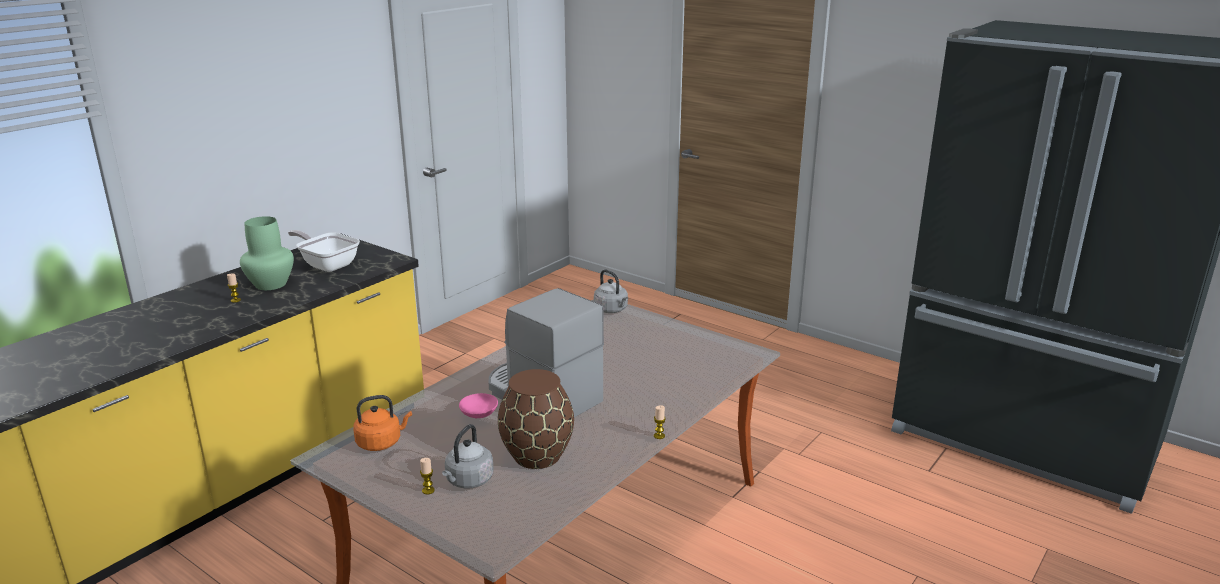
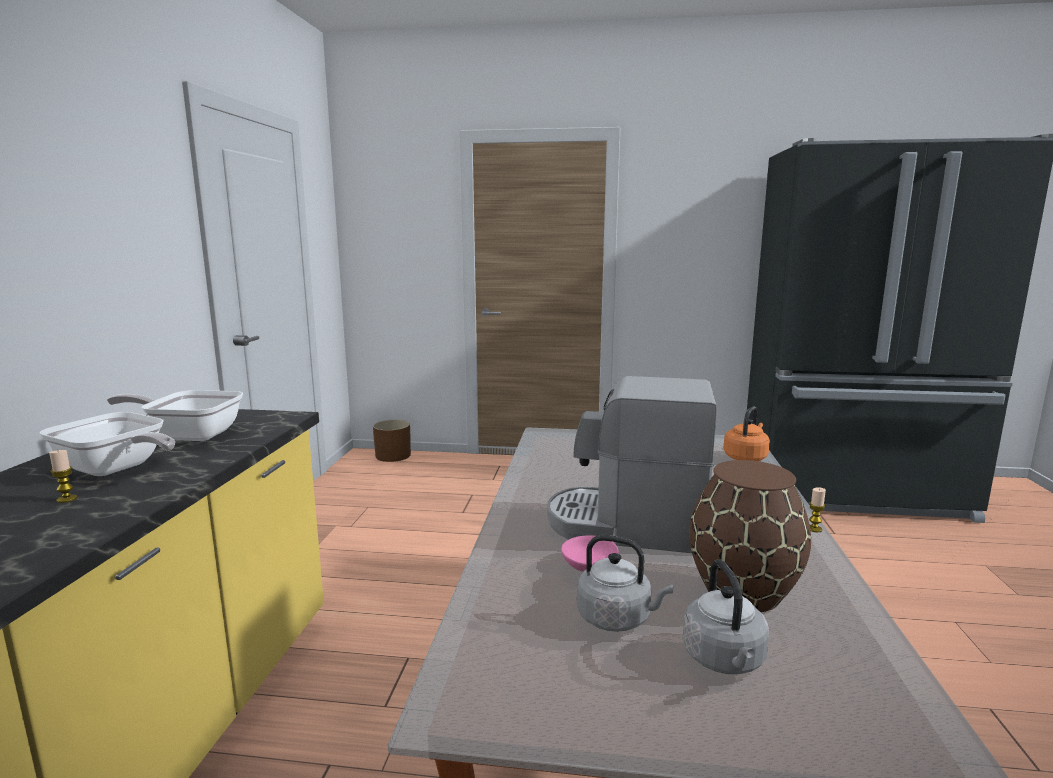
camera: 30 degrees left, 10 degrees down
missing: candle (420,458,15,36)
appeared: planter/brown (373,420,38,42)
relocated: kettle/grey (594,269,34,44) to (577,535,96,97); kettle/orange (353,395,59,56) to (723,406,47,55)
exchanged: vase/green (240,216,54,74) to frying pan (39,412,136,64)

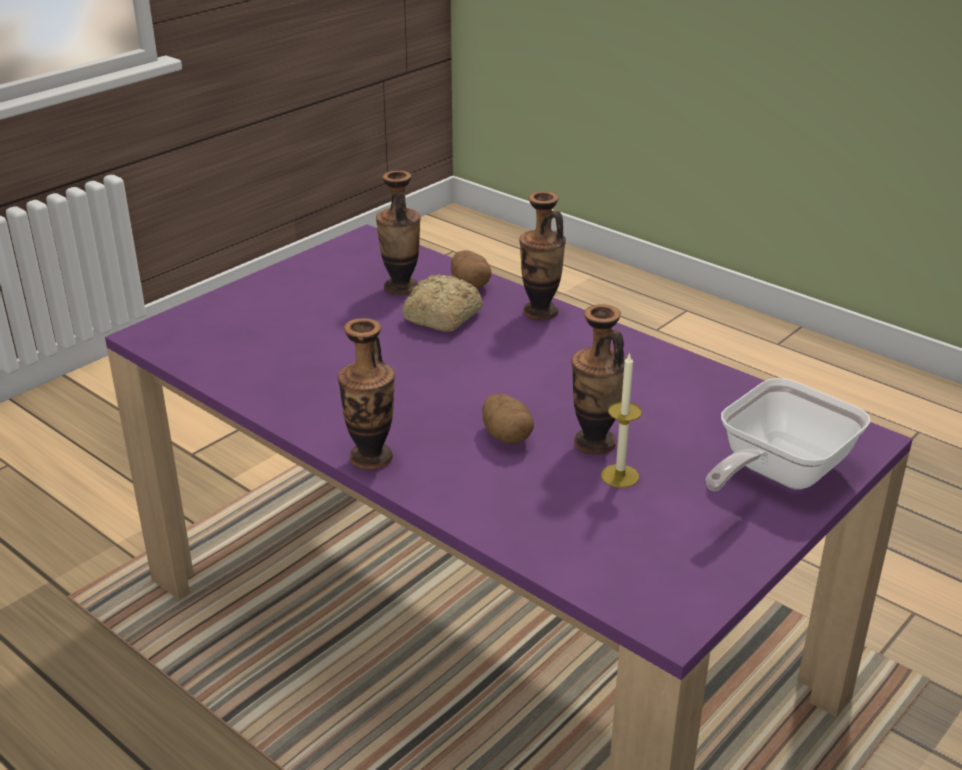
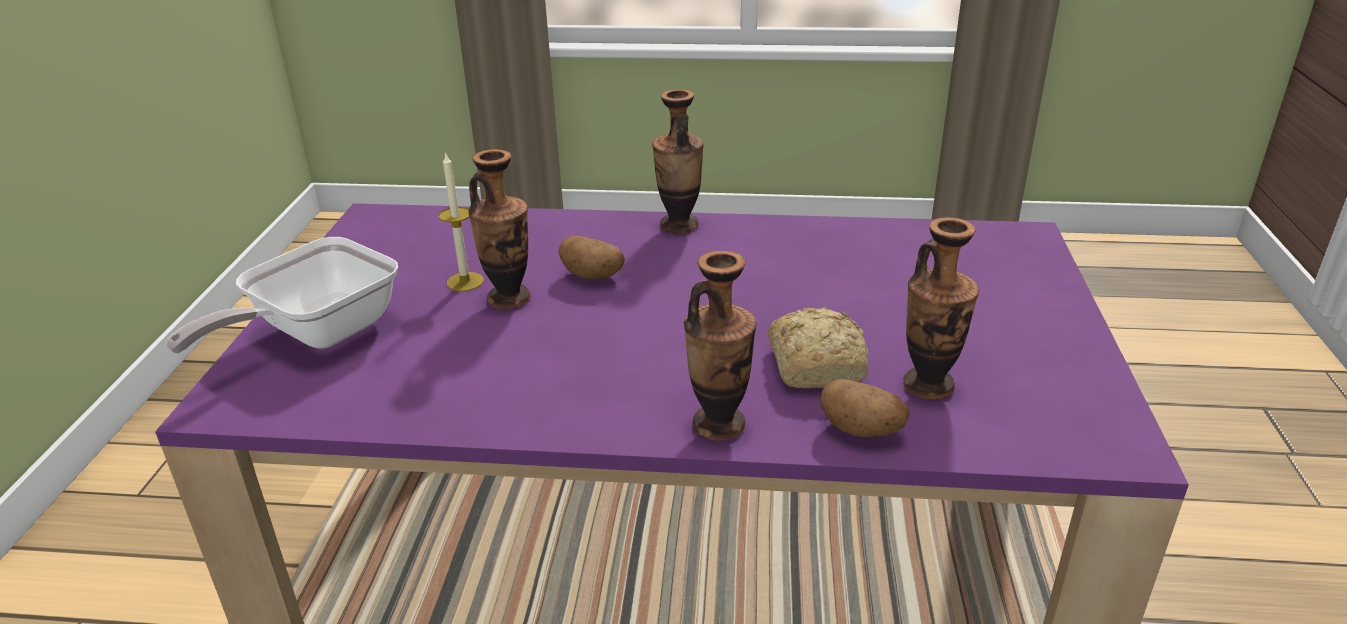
camera: 145 degrees right, 0 degrees up
spun: frying pan (706,378,164,113) = (166,237,232,117) 150 degrees counterclockwise

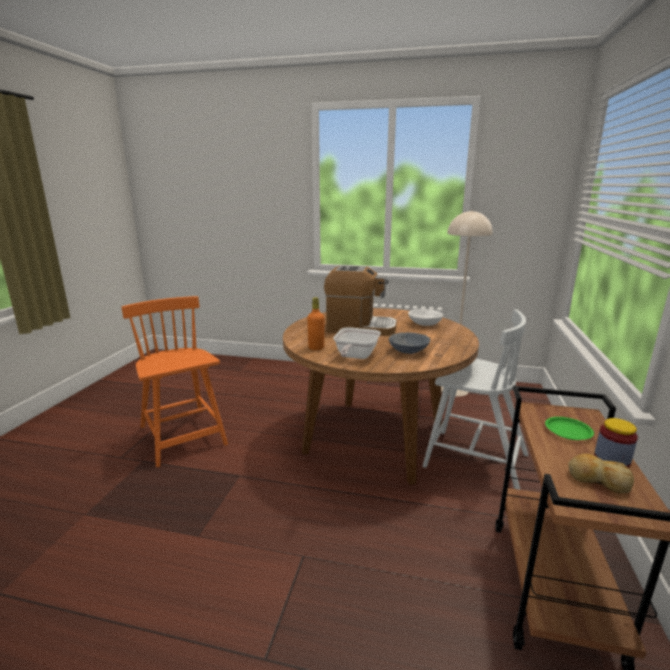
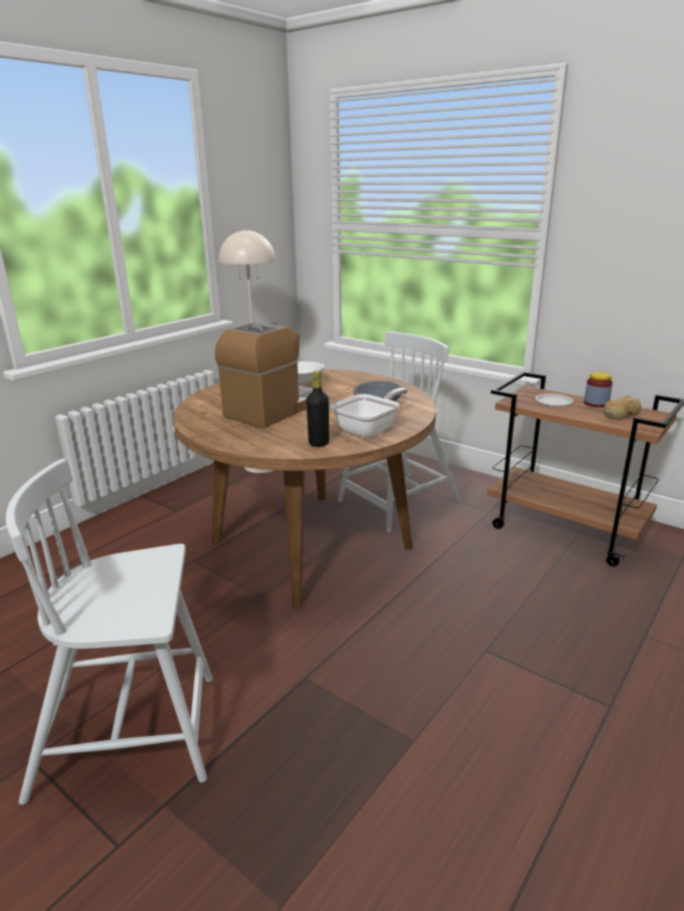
camera: 65 degrees left, 5 degrees up
colour: chair/orange (122,296,106,171) to chair/white (6,459,207,346); bottle/orange (307,297,17,53) to bottle/black (306,371,23,76); plate/green (545,417,49,23) to plate/white (536,394,37,13)
spun: frying pan (333,327,48,32) = (331,388,77,50) 90 degrees counterclockwise

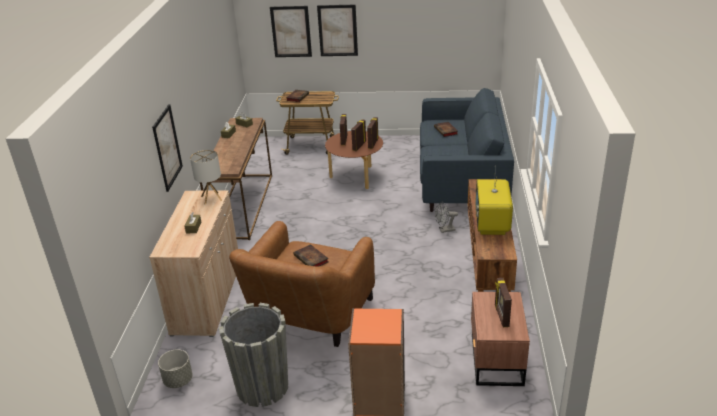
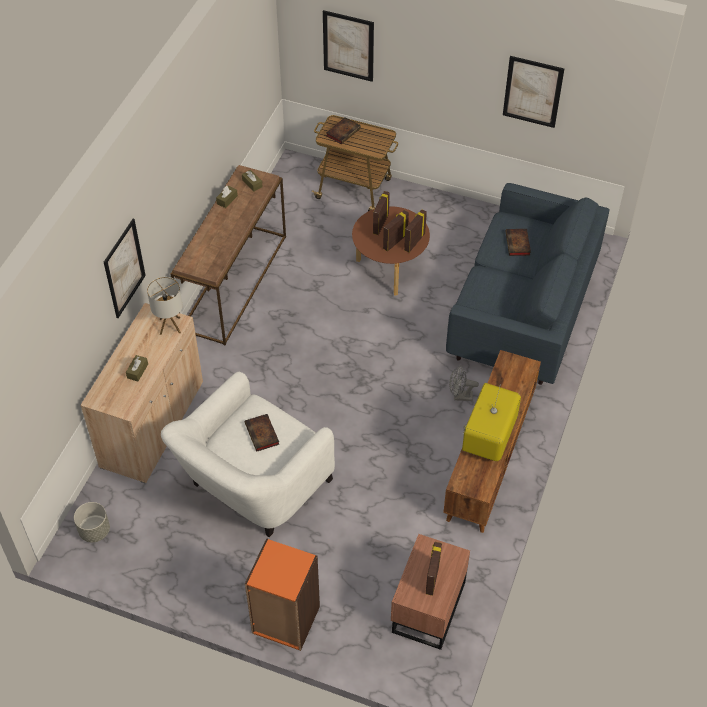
camera: 15 degrees right, 20 degrees up
missing: planter/grey (219,303,69,104)
relocated: picture (317,4,41,52) to (503,56,61,72)
colour: armchair/brown (229,221,146,126) to armchair/white (161,372,174,165)

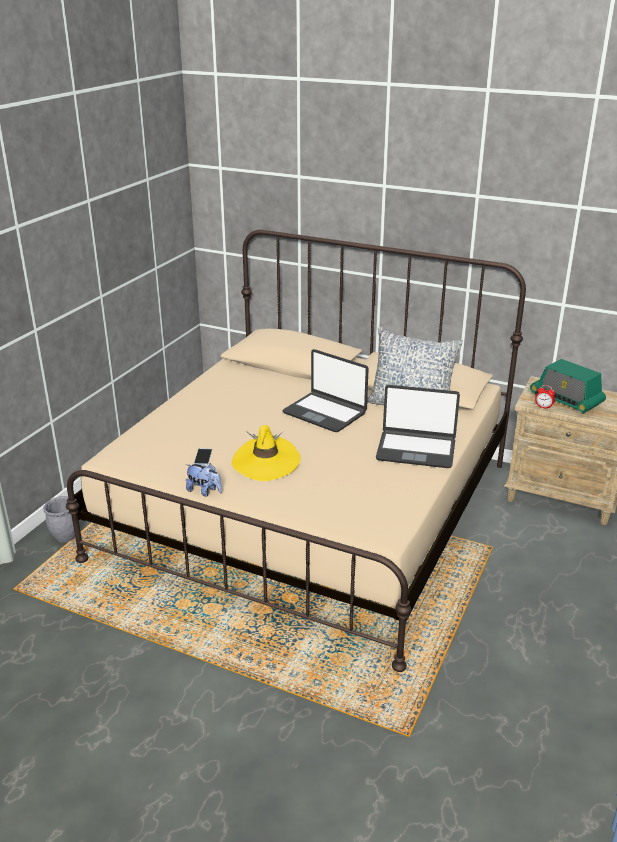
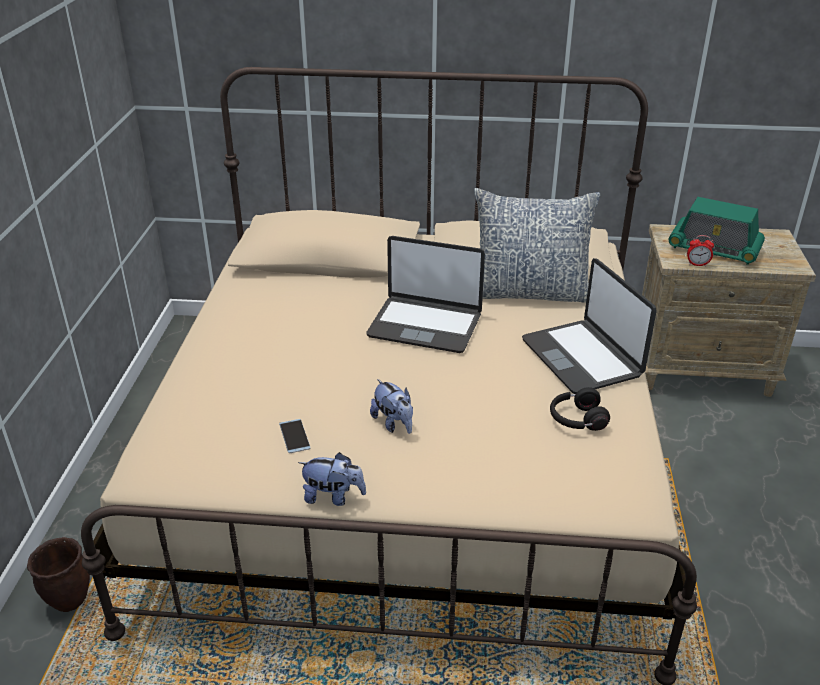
camera: 20 degrees left, 5 degrees up
appeared: headphones/black (550,387,60,44)
exchanged: hat/yellow (232,425,69,56) to plush toy (370,379,43,55)
colour: planter/grey (43,496,32,47) to planter/brown (27,537,63,75)
spun: laptop (376,385,84,83) = (522,258,135,136) 75 degrees clockwise

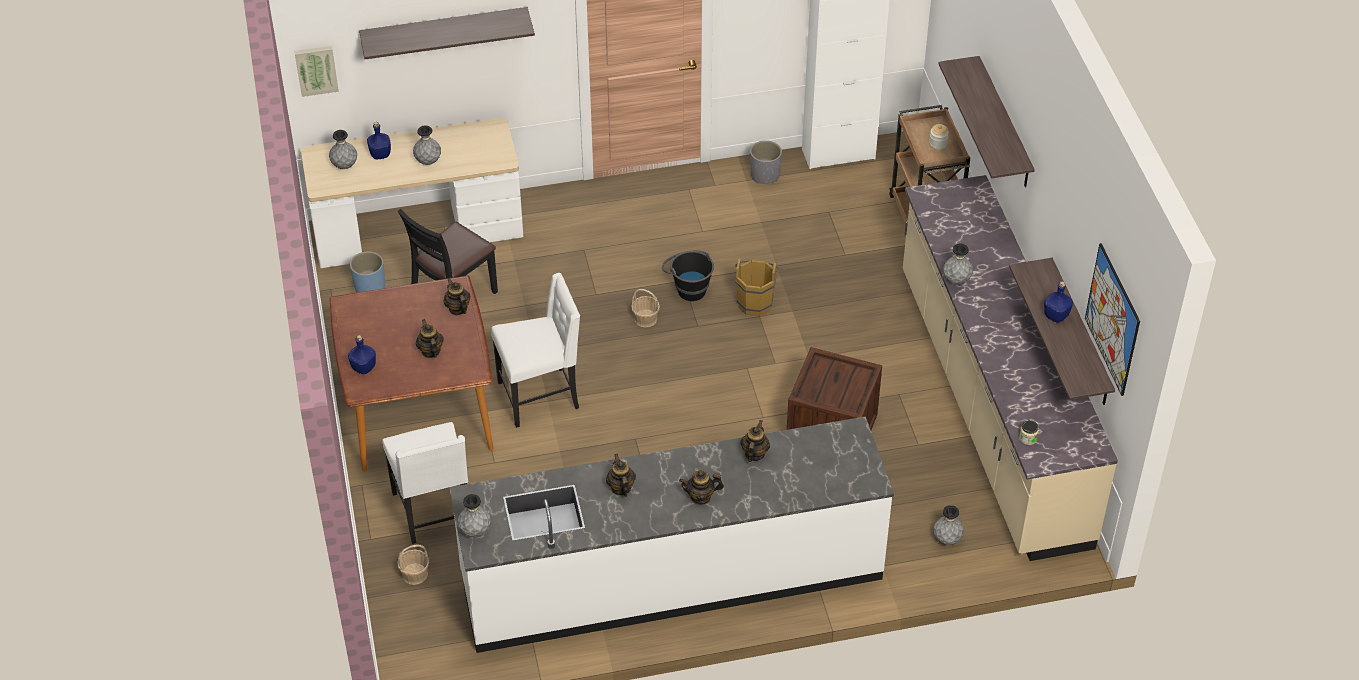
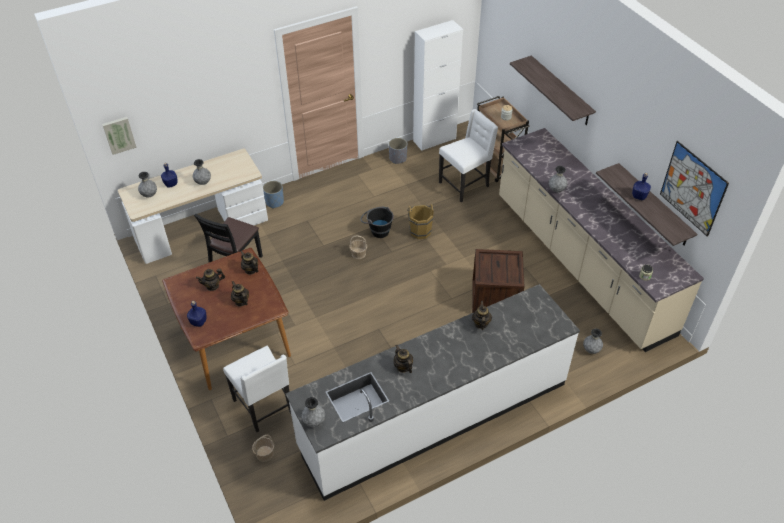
camera: 15 degrees left, 0 degrees up
missing: shelf (359,7,176,52)
relocated: teapot (679,470,45,35) to (196,269,29,22); planter/blue (350,251,35,42) to (263,181,21,27); chair/white (491,273,89,155) to (439,109,59,93)

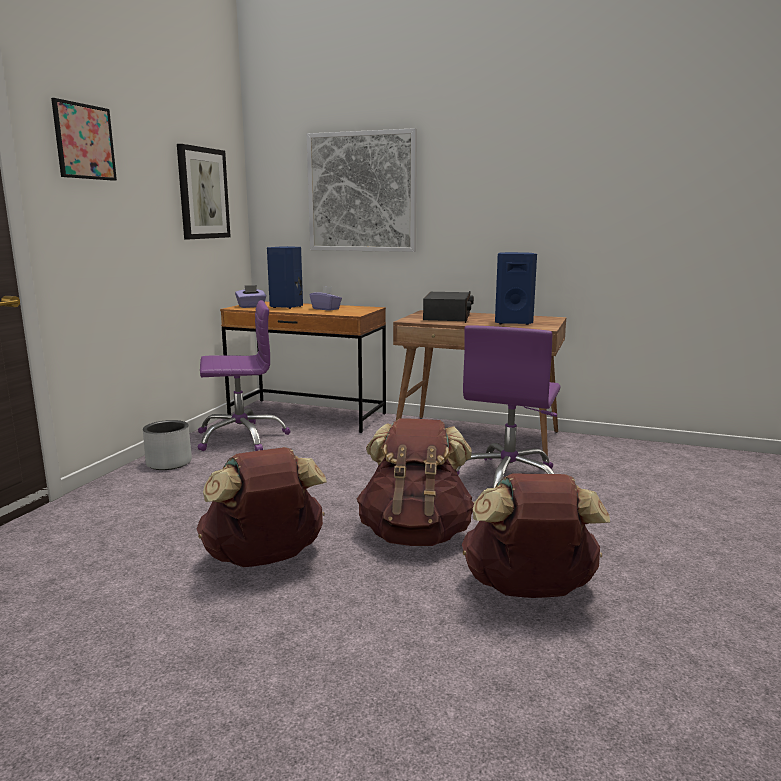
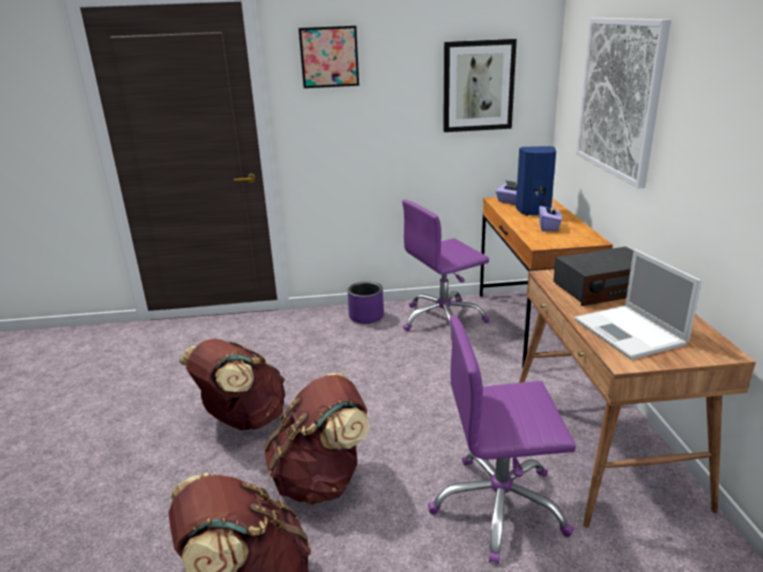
camera: 65 degrees right, 10 degrees up
exchanged: speaker/blue (495,252,42,73) to laptop (574,249,128,111)
colour: planter/grey (143,420,49,50) to planter/purple (348,281,36,43)
spun: office chair/purple (198,300,92,151) = (402,200,88,140) 105 degrees clockwise

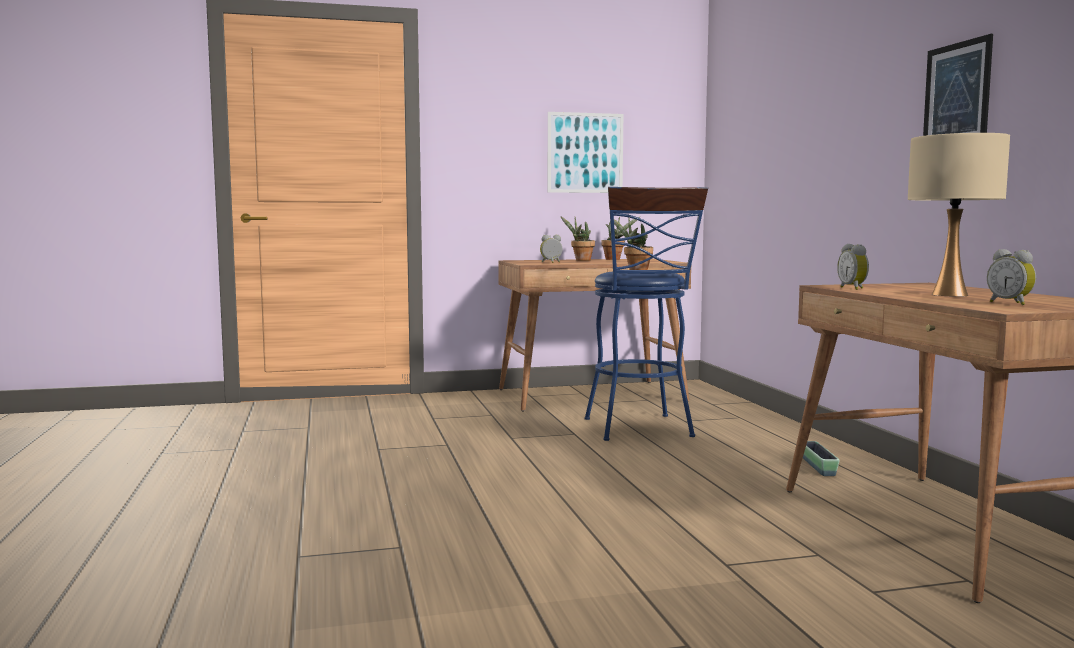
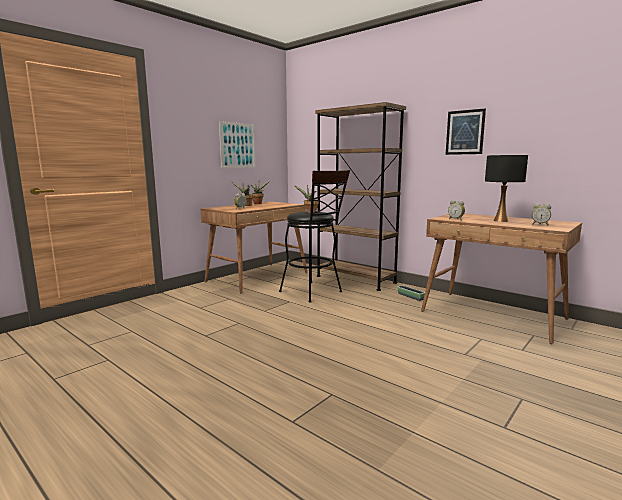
camera: 35 degrees left, 5 degrees up
appeared: bookcase/brown (315,102,91,189)
colour: stool/blue (584,187,124,254) to stool/black (279,170,71,132); table lamp/beige (908,133,102,164) to table lamp/black (485,155,43,67)

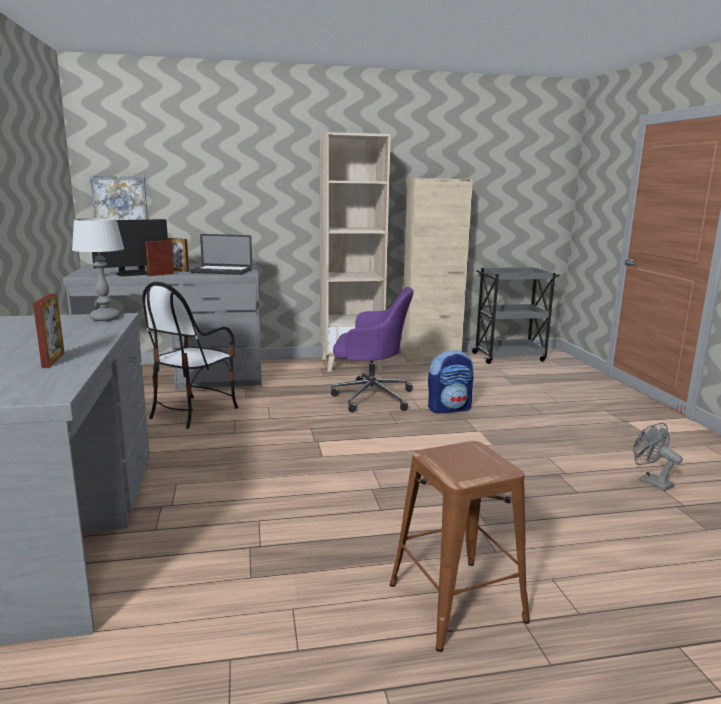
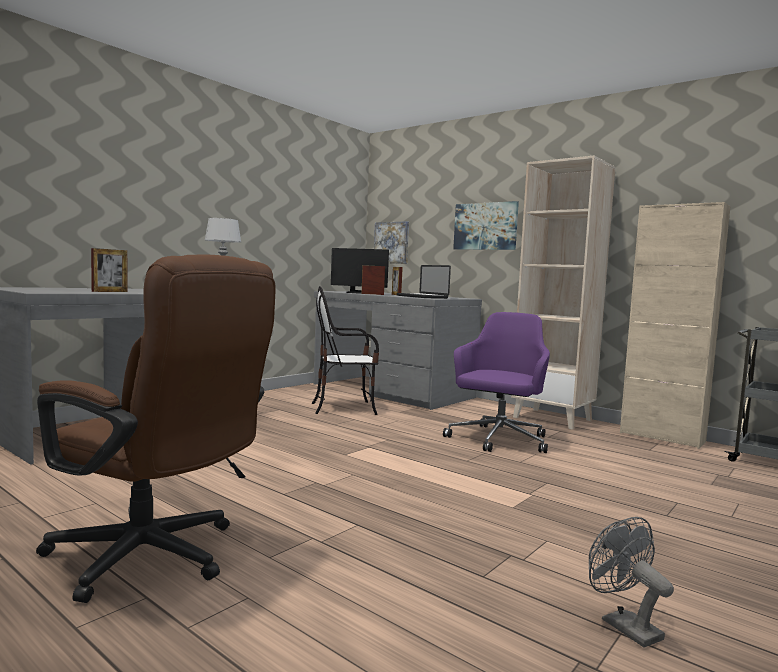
camera: 50 degrees right, 10 degrees down
missing: backpack (428,350,46,64)
appeared: picture (453,201,66,49)
exchanged: stool/brown (390,441,140,211) to office chair/brown (36,254,240,349)
spun: office chair/purple (331,287,83,126) = (443,312,107,141) 120 degrees counterclockwise; fan/grey (633,423,50,68) = (589,517,85,131) 45 degrees counterclockwise

